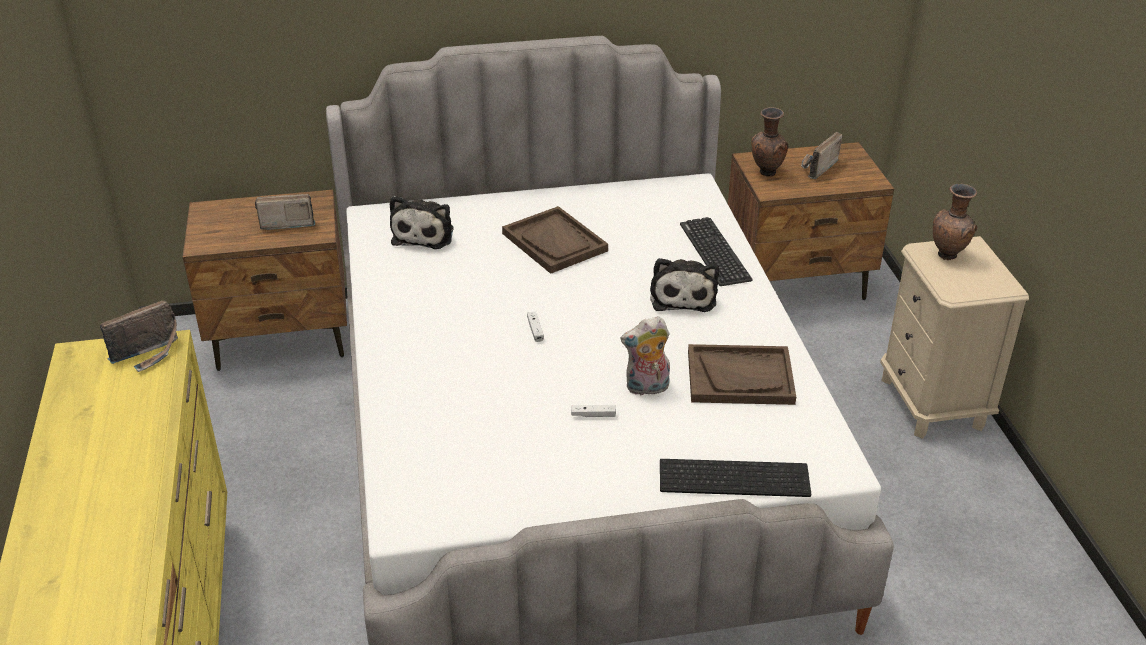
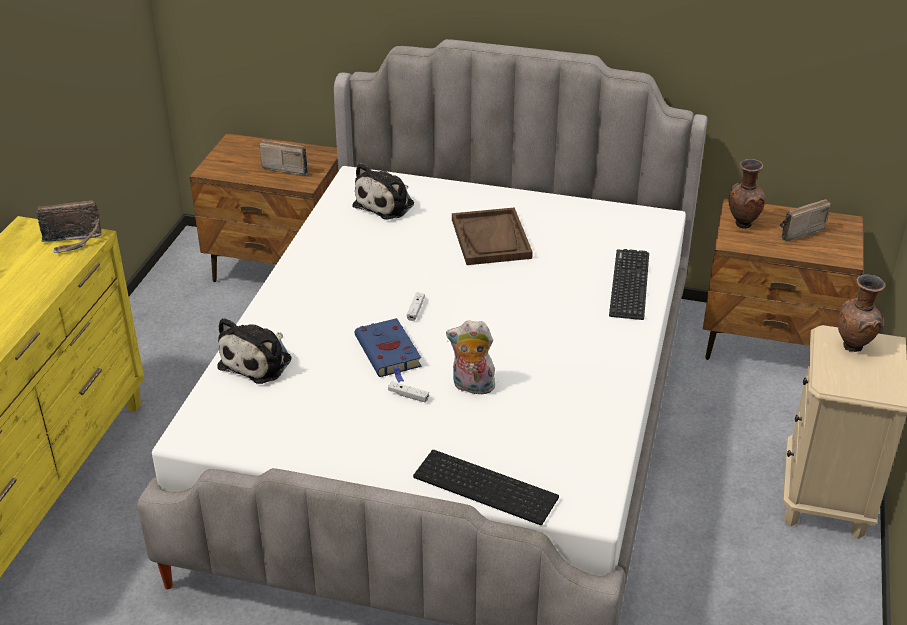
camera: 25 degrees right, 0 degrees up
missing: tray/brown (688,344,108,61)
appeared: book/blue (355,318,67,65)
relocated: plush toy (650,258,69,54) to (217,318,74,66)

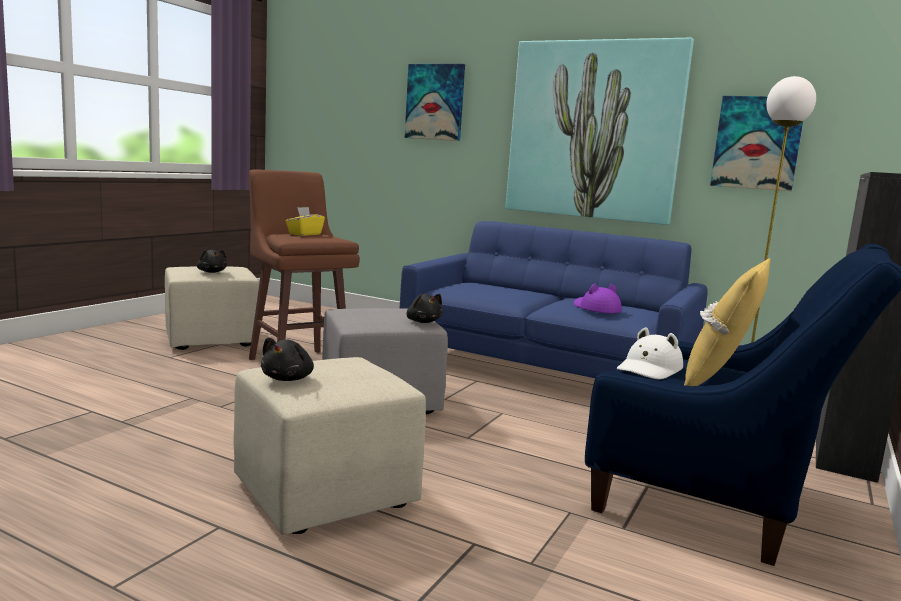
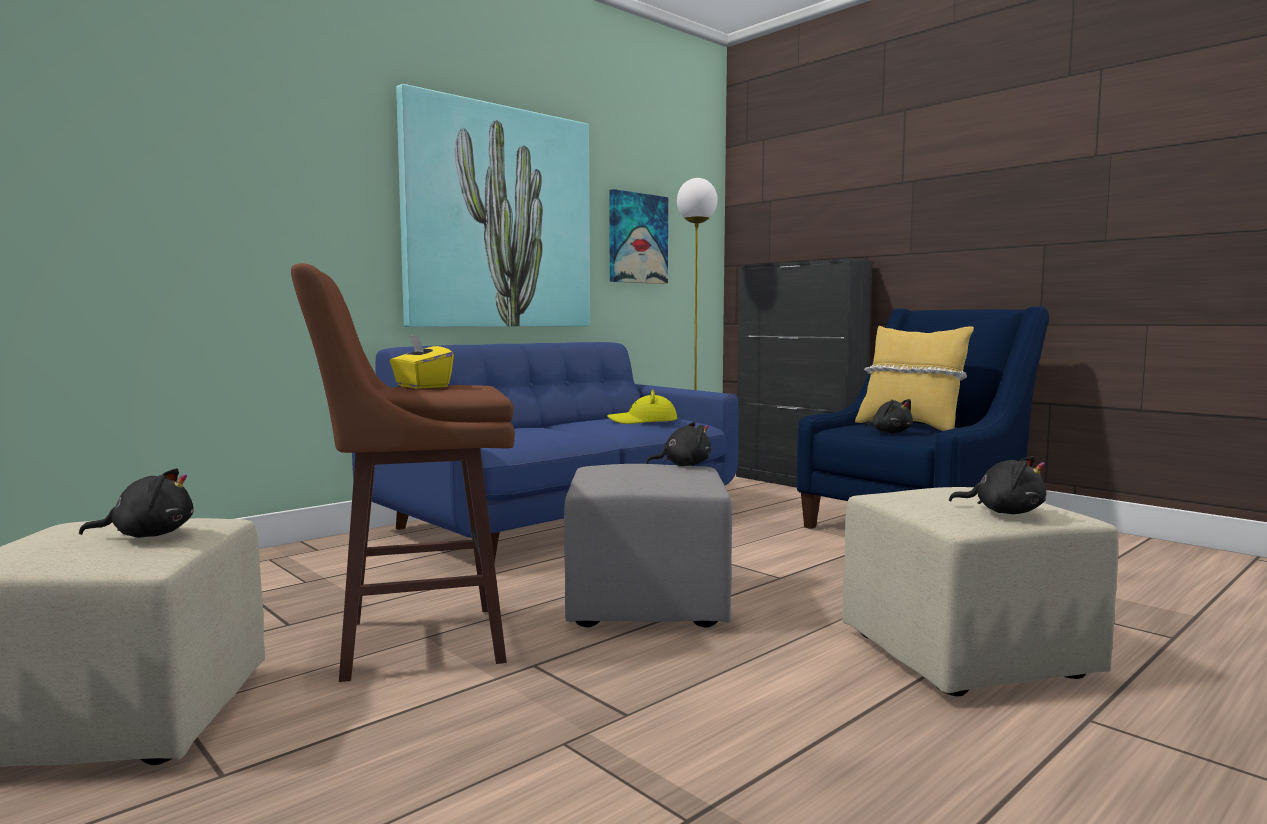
camera: 70 degrees left, 5 degrees down
missing: picture (405,64,60,77)
exchanged: hat/white (617,327,66,53) to plush toy/black (865,399,48,34)
colour: hat/purple (573,284,49,29) to hat/yellow (607,390,70,34)

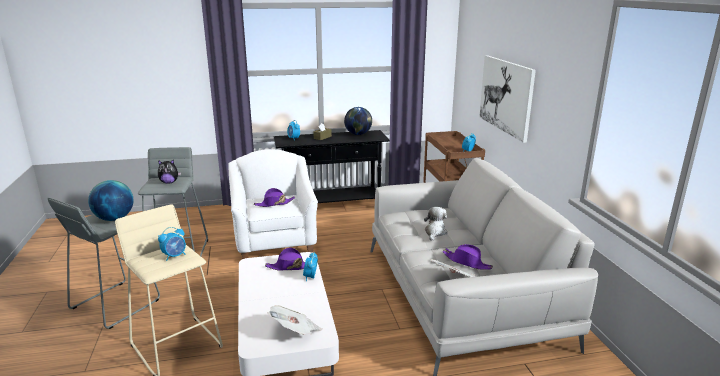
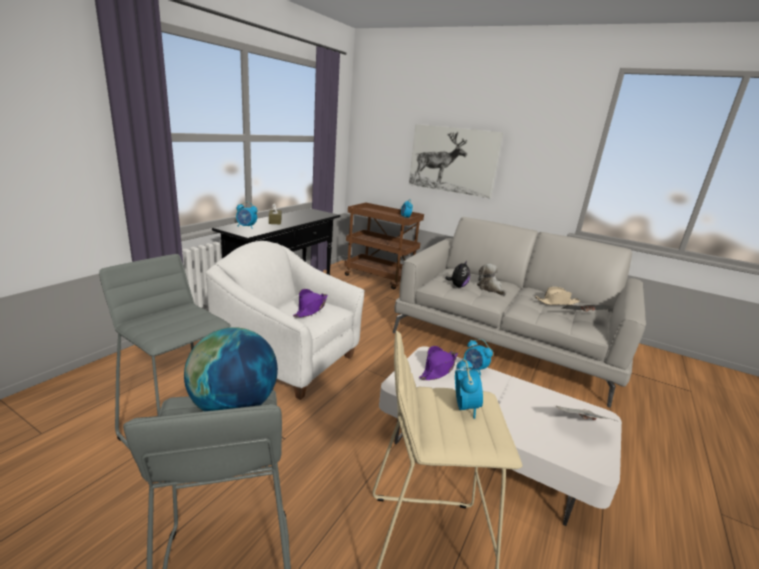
camera: 50 degrees left, 0 degrees up
missing: globe (344,107,28,28)
relocated: plush toy (158,160,23,24) to (445,261,25,27)
colour: hat/purple (442,244,51,26) to hat/beige (535,287,45,18)

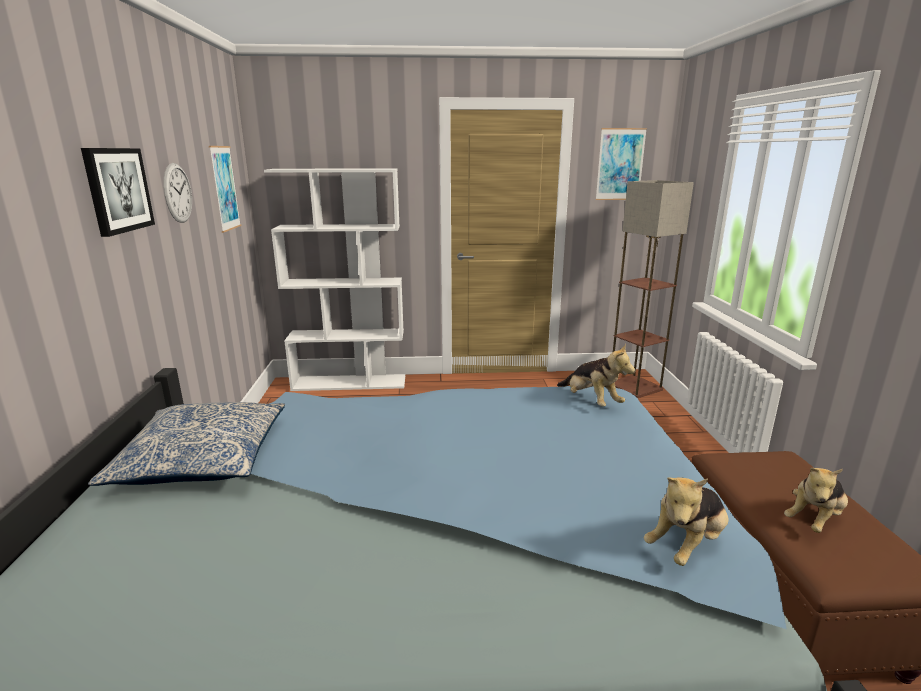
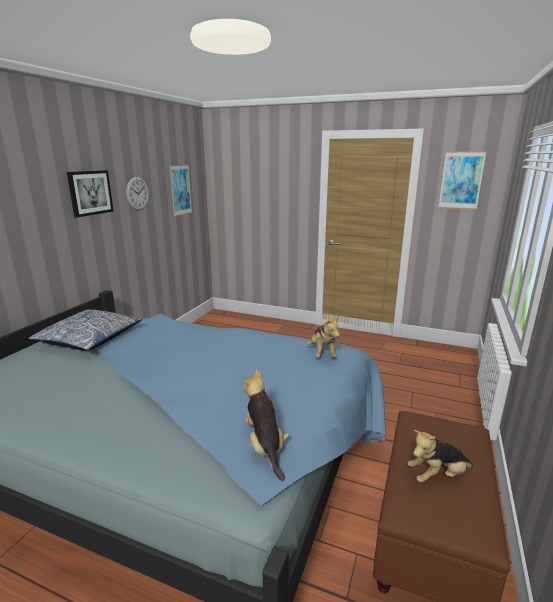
camera: 25 degrees right, 0 degrees up
missing: bookcase/white (264,168,141,223); floor lamp (613,180,81,218)
spun: plush toy (644,477,85,89) = (243,370,46,111) 90 degrees clockwise

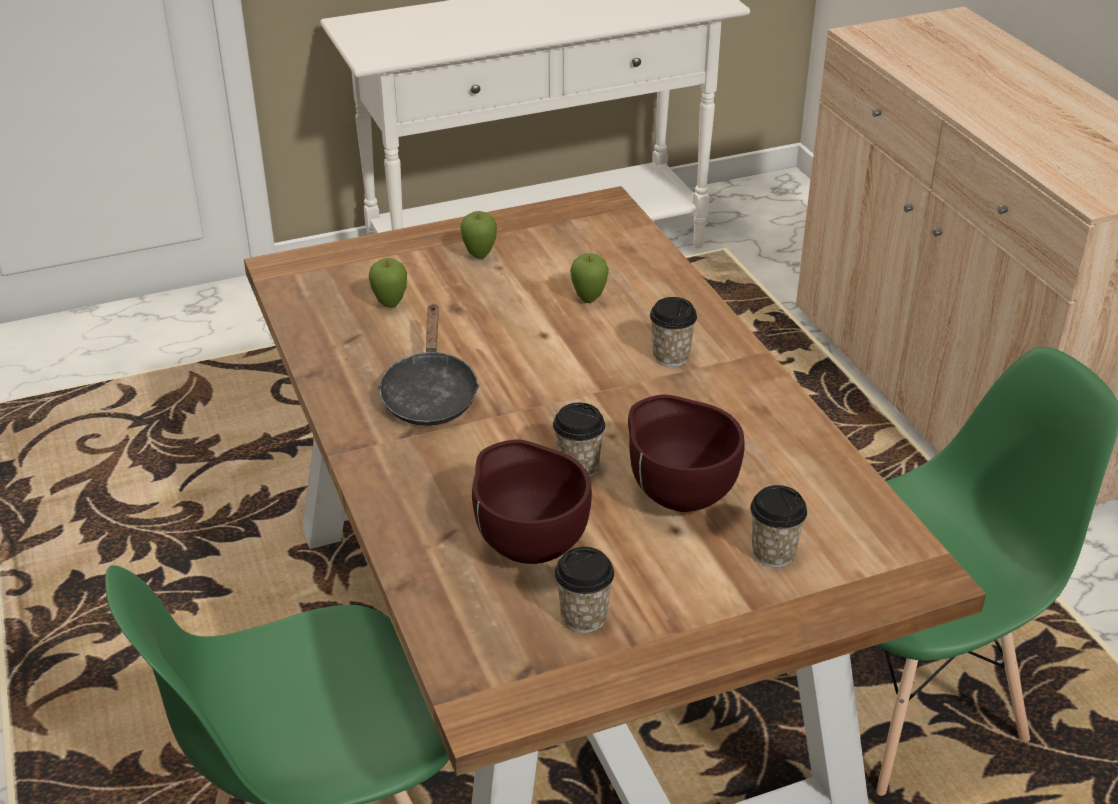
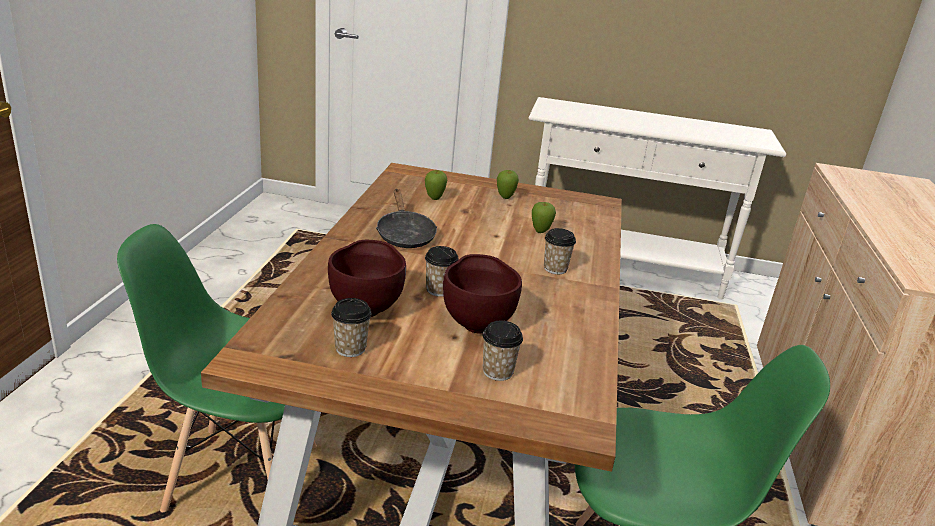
camera: 30 degrees right, 10 degrees down
spun: frying pan/black (377,304,103,122) = (376,189,61,59) 45 degrees counterclockwise

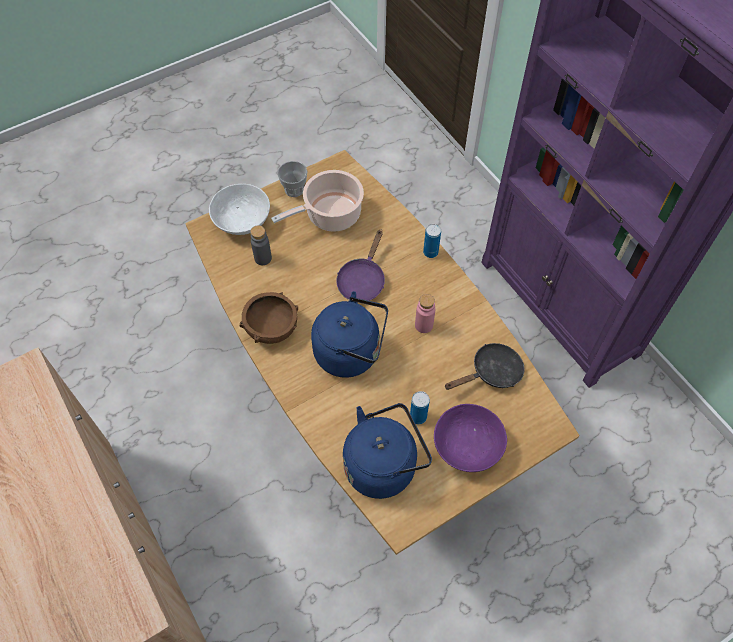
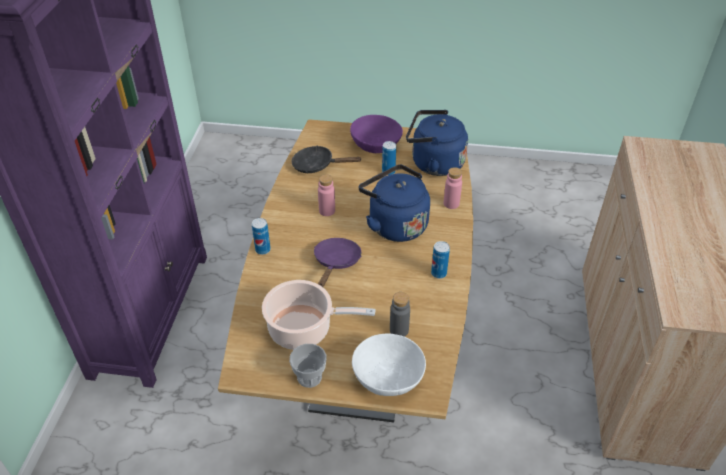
camera: 140 degrees left, 15 degrees down
appeared: bottle/pink (444,167,18,42)
exchanged: bowl/brown (240,292,58,52) to can (431,241,19,38)
spun: frying pan/purple (336,229,49,72) = (314,238,47,49) 45 degrees counterclockwise

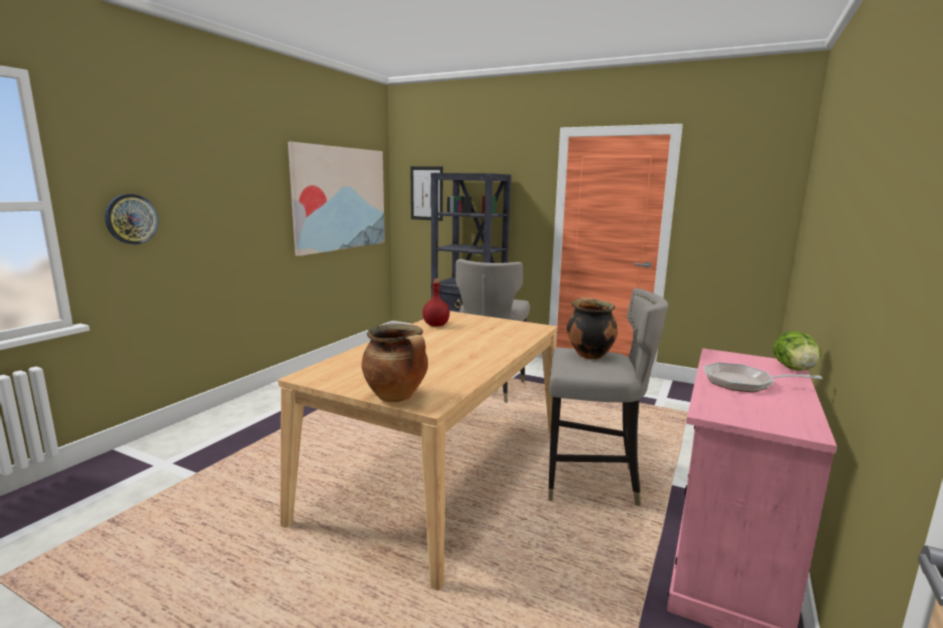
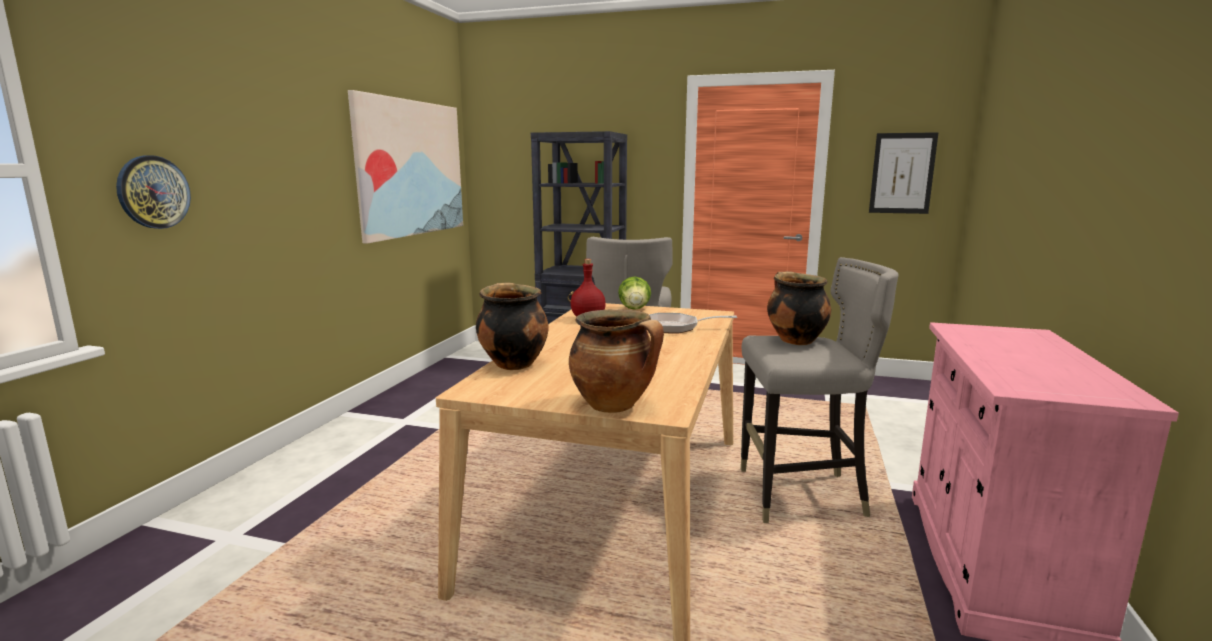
camera: 10 degrees left, 0 degrees up
appeared: cooking pot (476,282,73,88)
relocated: lettuce (773,331,48,40) to (618,276,33,34); frying pan (703,362,120,30) to (649,313,88,20); picture (410,166,33,55) to (869,132,69,82)

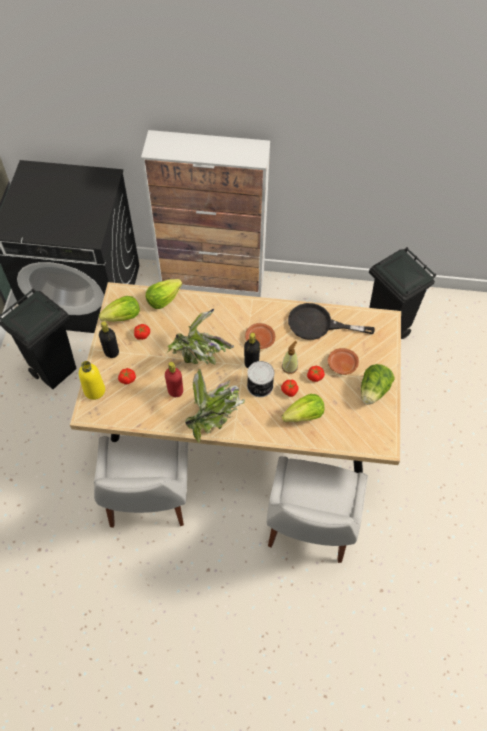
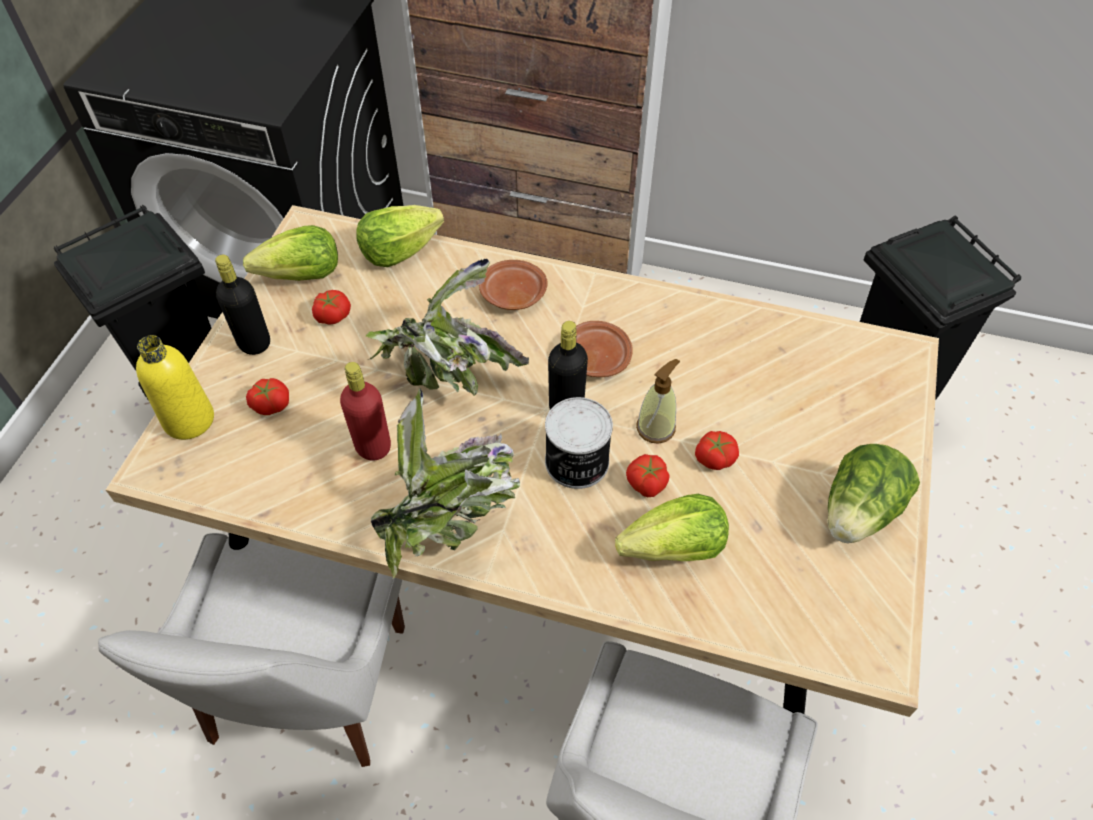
camera: 10 degrees right, 5 degrees down
missing: frying pan/black (288,303,87,37)
relocated: plate/brown (328,348,31,27) to (479,260,69,50)

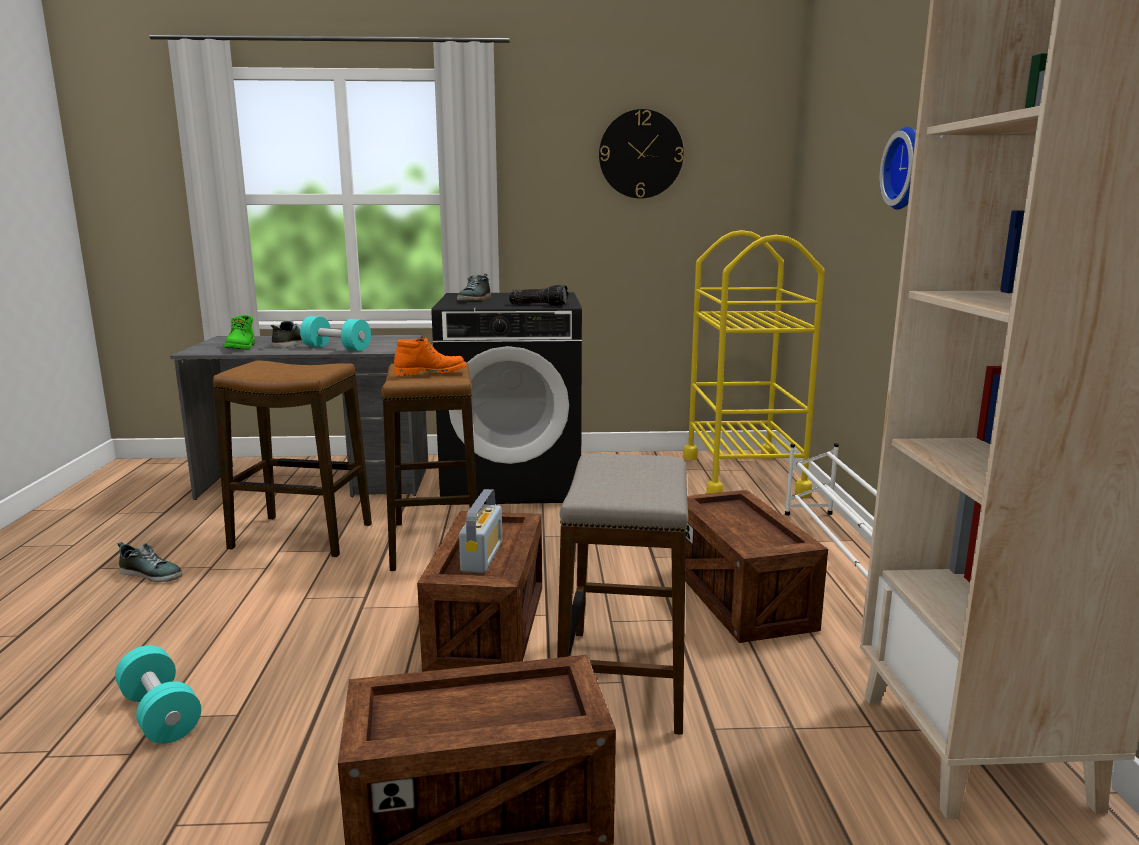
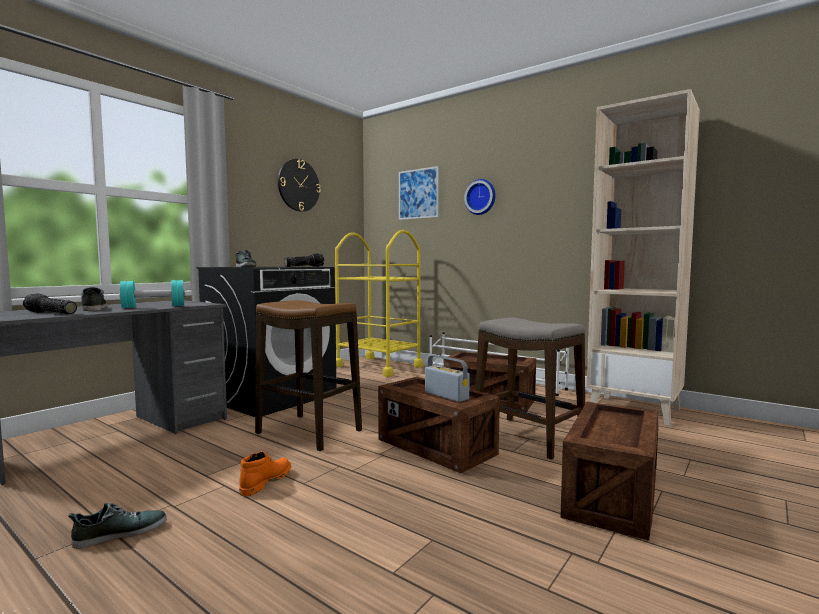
camera: 50 degrees left, 10 degrees down
missing: dumbbell/turquoise (115,645,86,99); stool (213,360,159,197)
appeared: picture (399,166,40,54)
relocated: boot/orange (394,337,73,39) to (239,451,52,45)
exchanged: boot/green (224,315,31,34) to flashlight (23,293,54,21)

